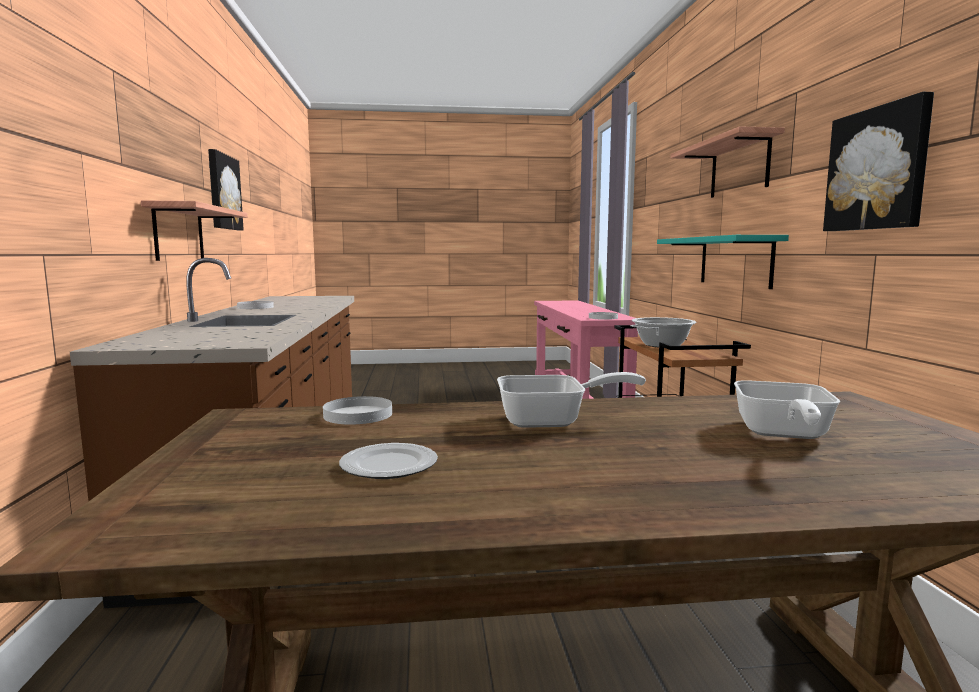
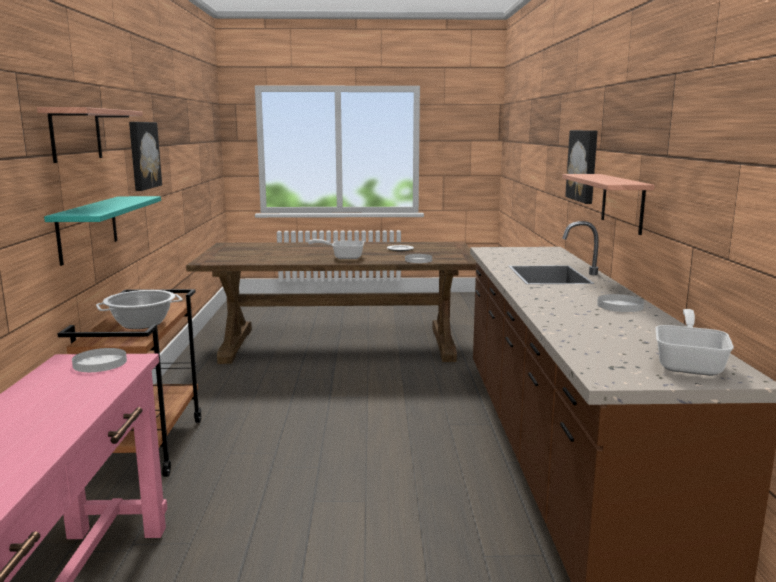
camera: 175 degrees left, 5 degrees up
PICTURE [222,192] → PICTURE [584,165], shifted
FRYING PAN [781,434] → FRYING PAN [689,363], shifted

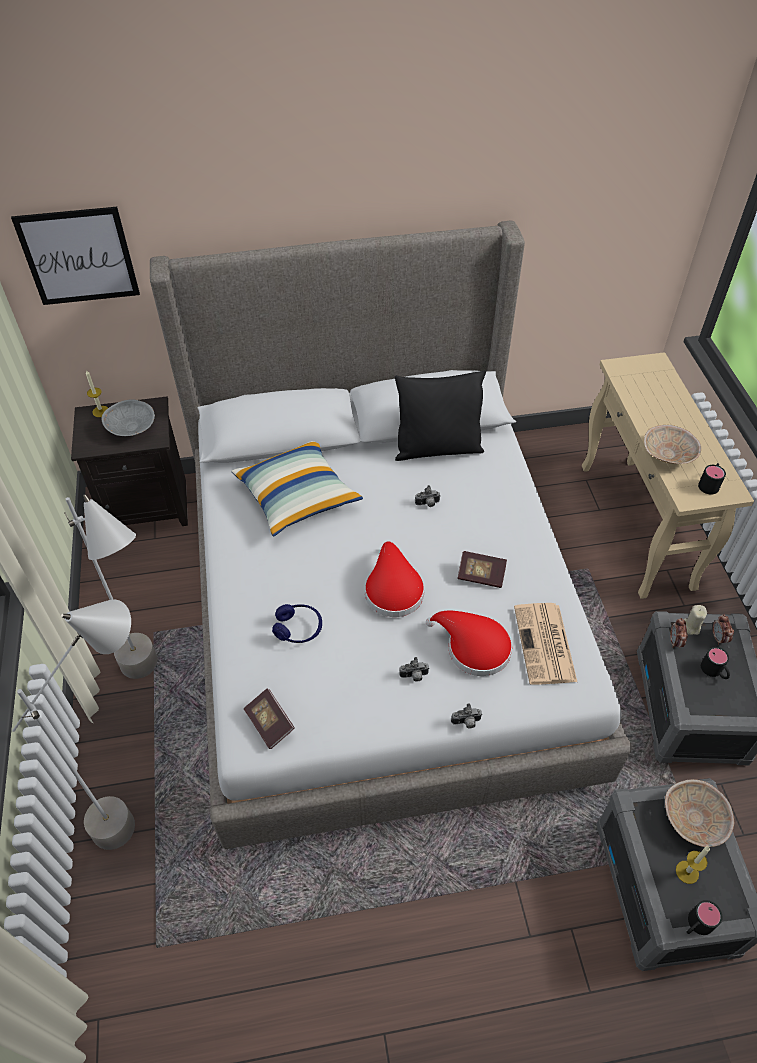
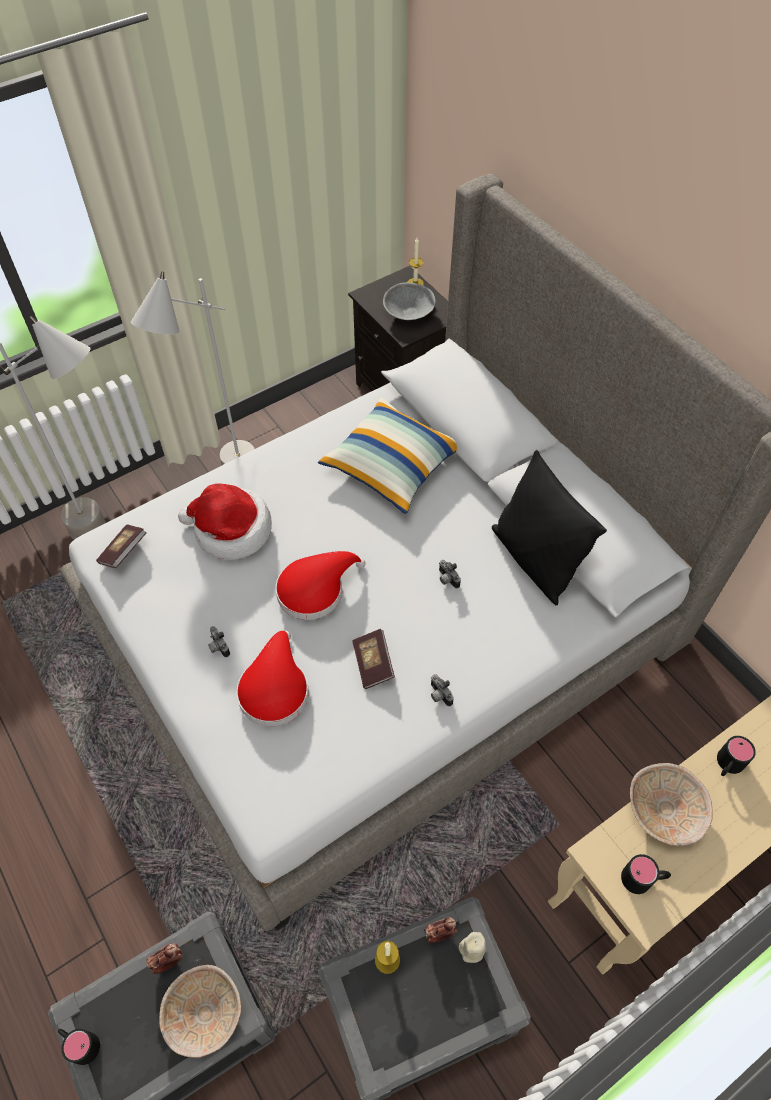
camera: 65 degrees right, 5 degrees up
PICTURE [78,256] → -
NEWSPAPER [545,645] → -
PHOTO CAMERA [466,723] → PHOTO CAMERA [438,695], shifted
CANDLE [687,872] → CANDLE [387,959], shifted
BLACK MUG [714,671] → BLACK MUG [727,765], shifted
ALARM CLOCK [718,638] → ALARM CLOCK [168,962], shifted
BLUE HEADPHONES [298,628] → HAT [230,530]

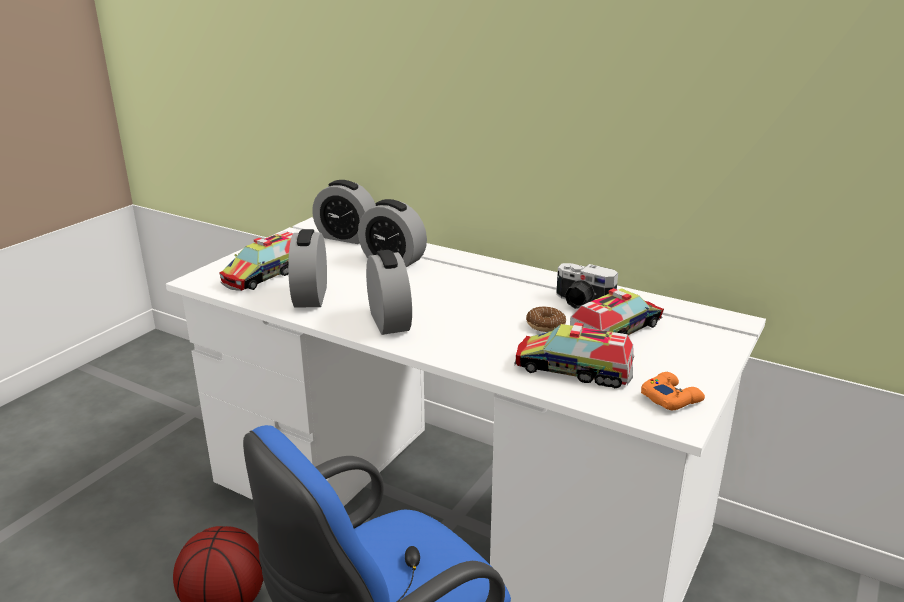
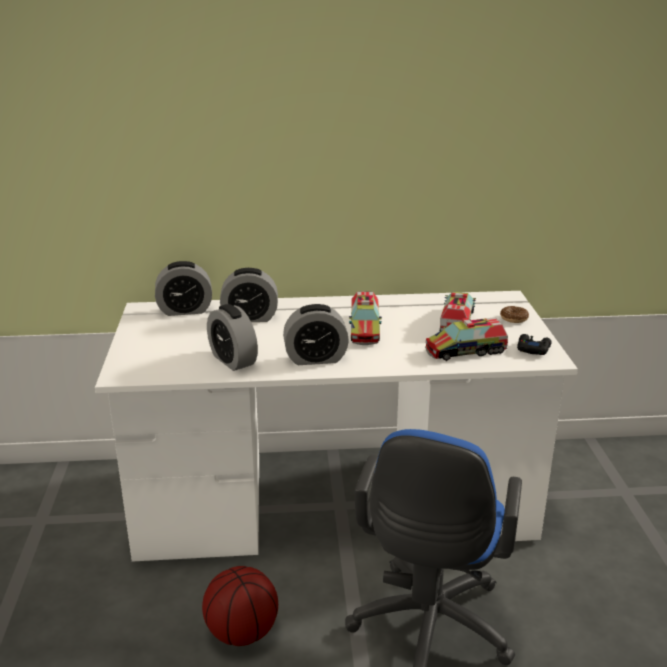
camera: 35 degrees left, 0 degrees up
PHOTO CAMERA [581,303] → -
TOY TRUCK [266,275] → TOY TRUCK [364,329], shifted
DONUT [545,325] → DONUT [514,318], shifted
ORANGE GAME CONTROLLER [671,398] → BLACK GAME CONTROLLER [533,349]
ALARM CLOCK [389,321] → ALARM CLOCK [315,359], 135 degrees clockwise

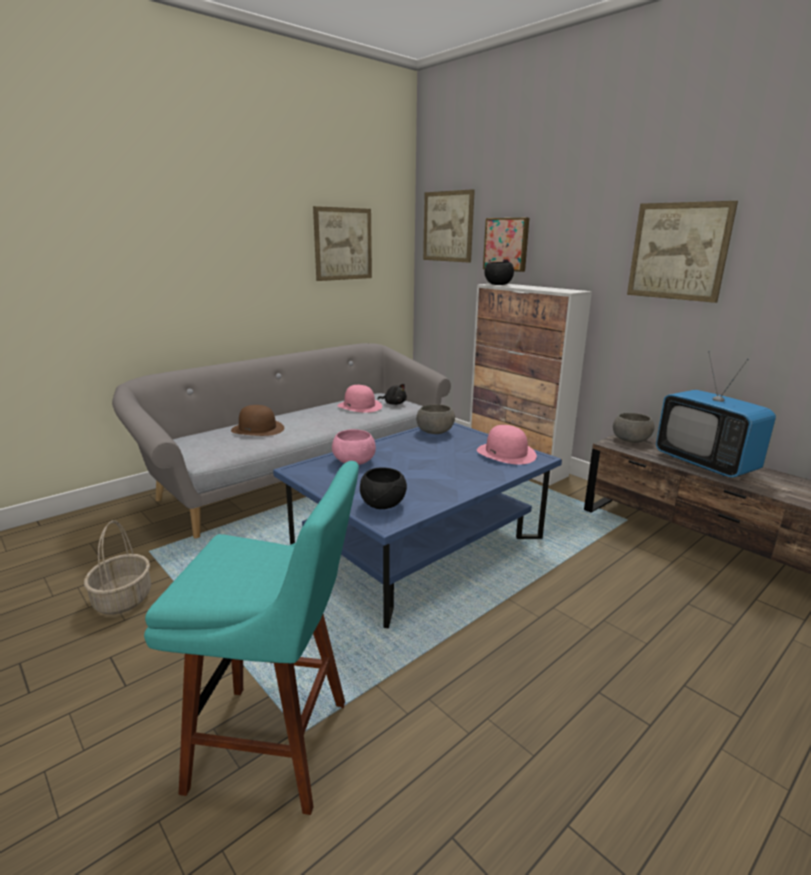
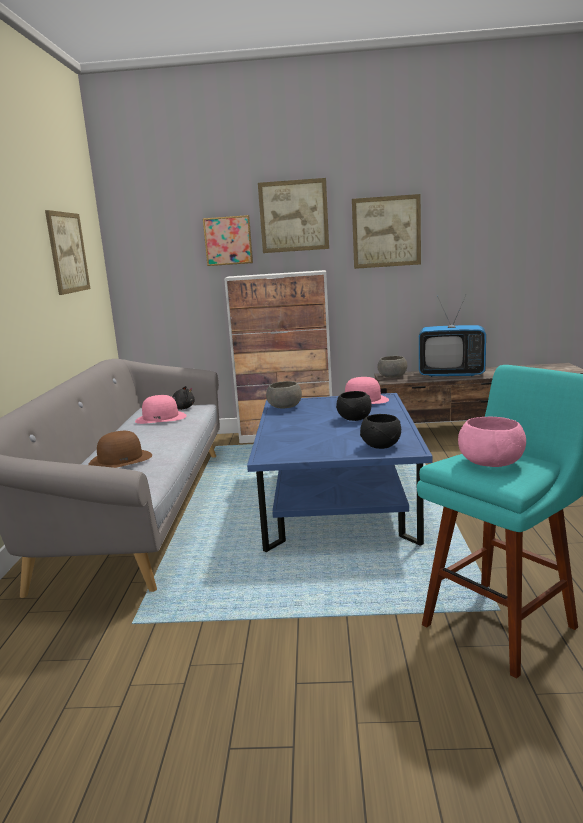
camera: 45 degrees left, 5 degrees down
BASKET [123,599] → -
PINK BOWL [354,461] → PINK BOWL [491,462], shifted
PICTURE [448,226] → PICTURE [293,216], shifted
BLACK BOWL [498,284] → BLACK BOWL [354,418], shifted

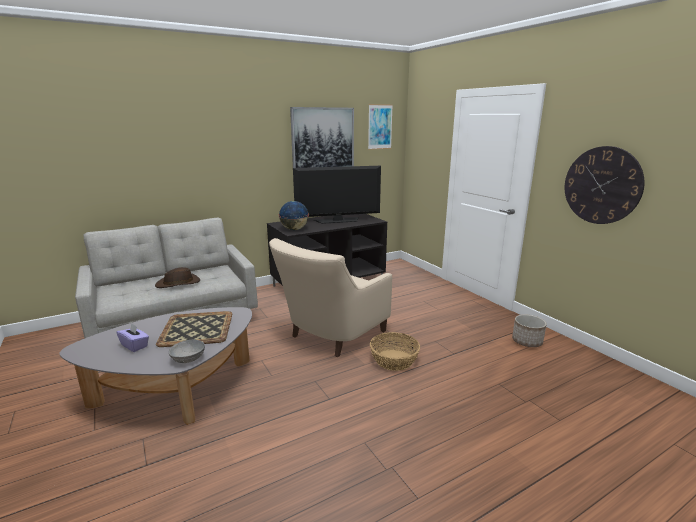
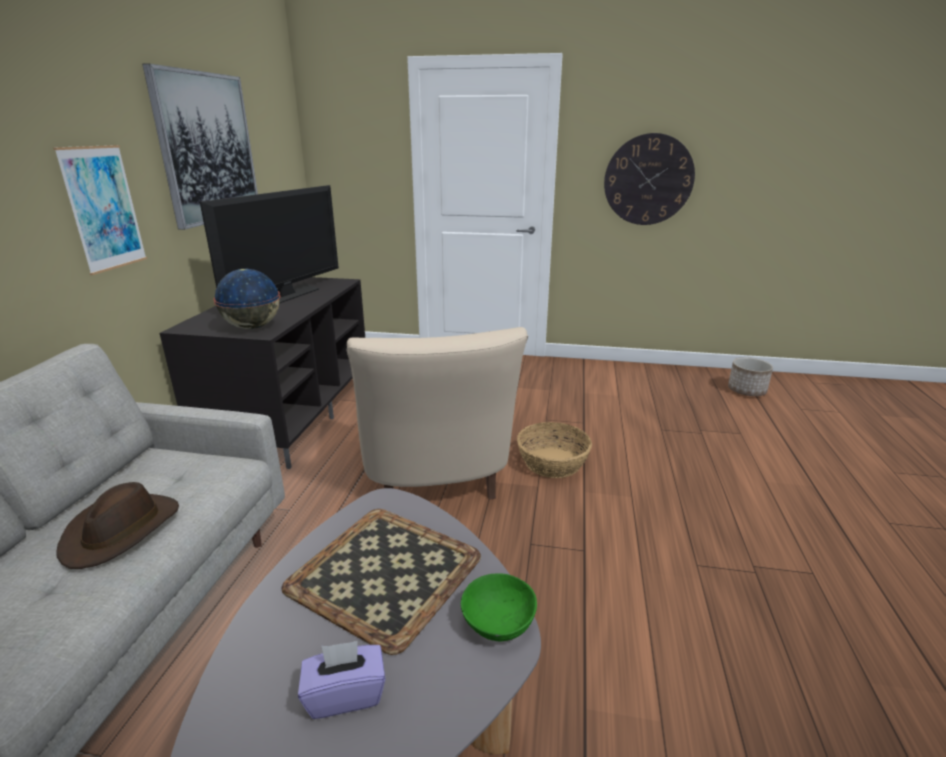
camera: 50 degrees left, 5 degrees up
PICTURE [380,127] → PICTURE [103,208], shifted
PLANTER [527,342] → PLANTER [746,391], shifted
GREY BOWL [189,358] → GREEN BOWL [499,621]

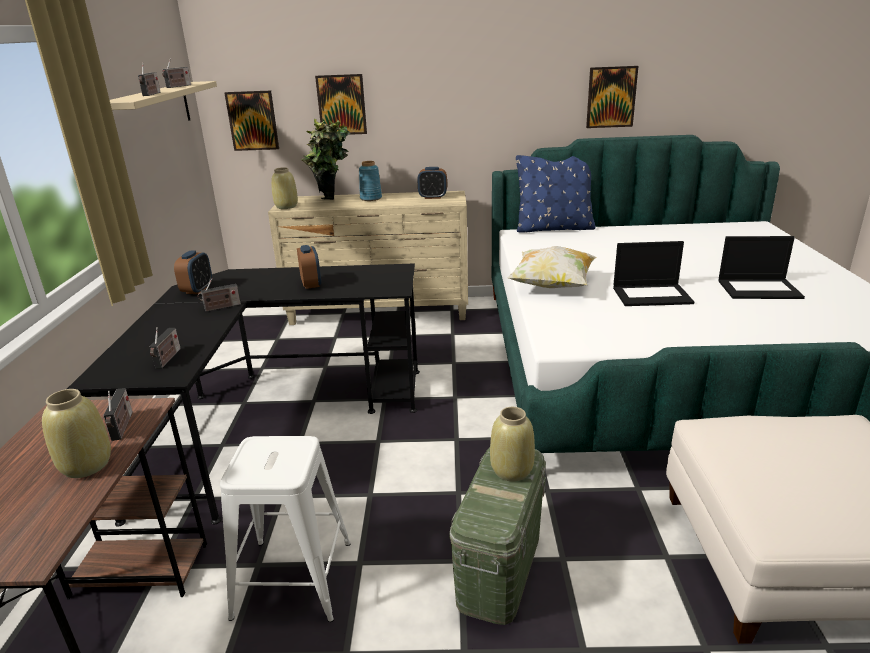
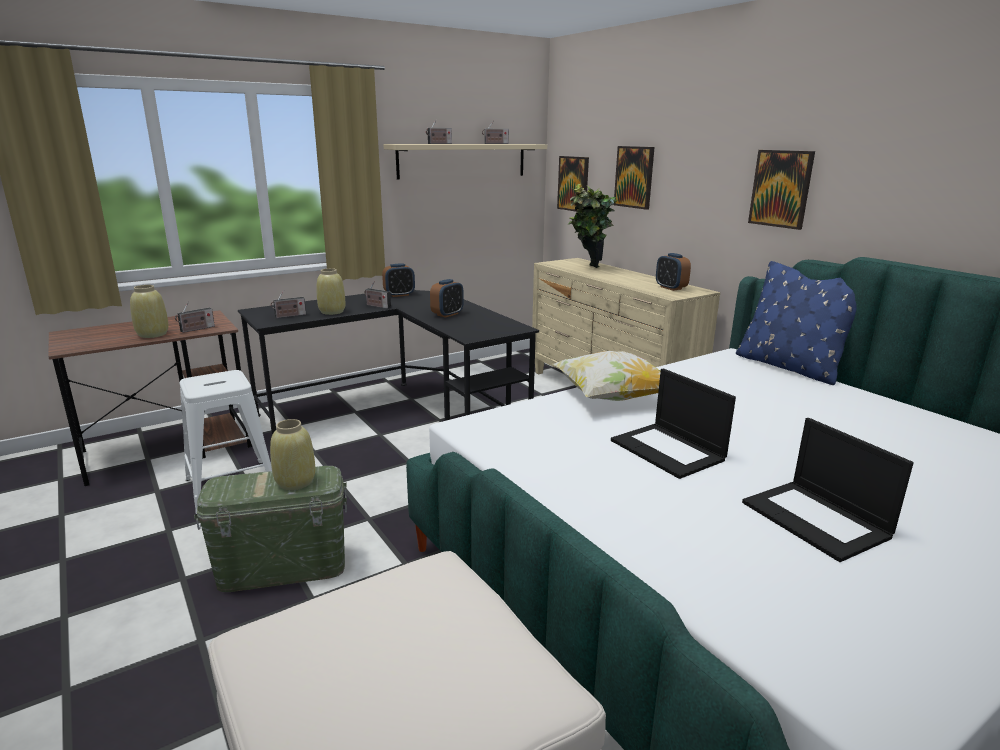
camera: 55 degrees right, 5 degrees down
BLUE VASE [371,198] → -
BEIGE VASE [286,206] → BEIGE VASE [332,311], shifted
PICTURE [611,97] → PICTURE [781,189], shifted

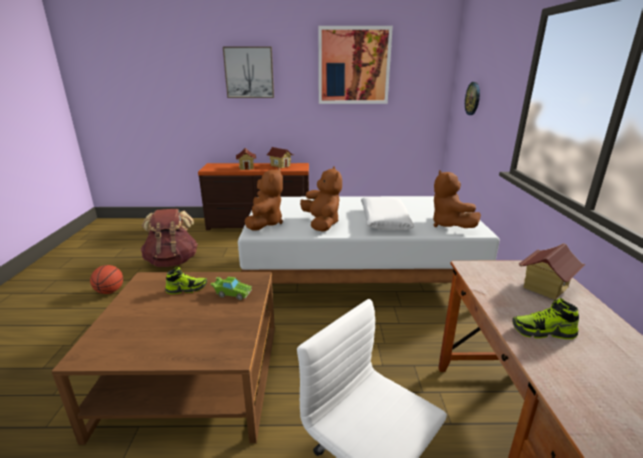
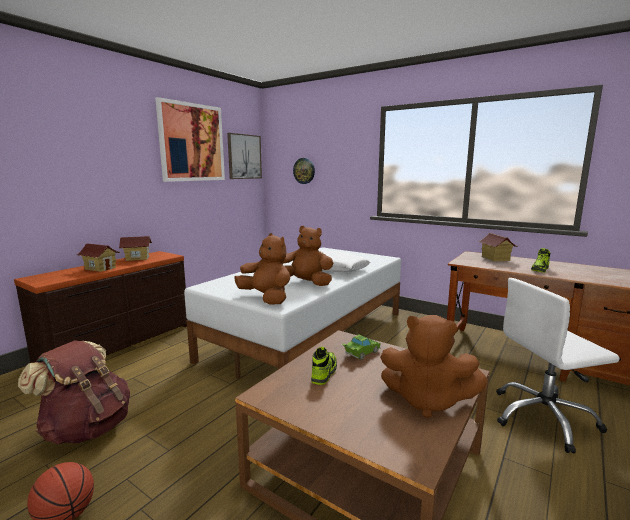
camera: 55 degrees left, 10 degrees down
PICTURE [249,72] → PICTURE [244,156], shifted
BROWN PLUSH TOY [449,225] → BROWN PLUSH TOY [427,400], shifted

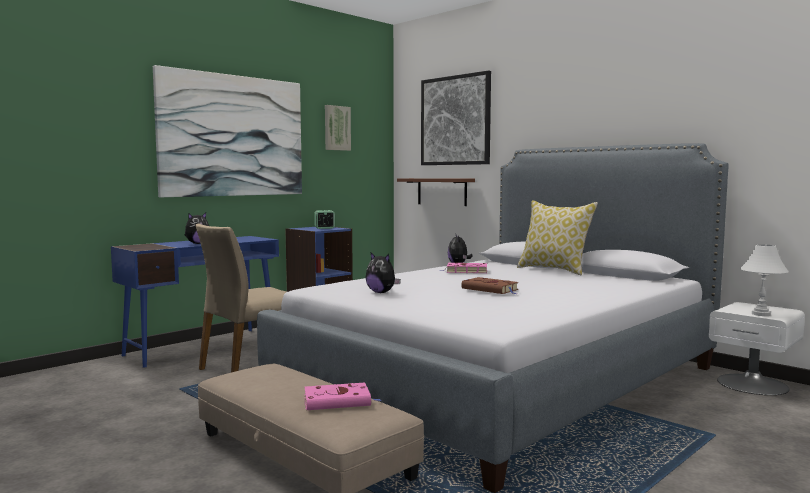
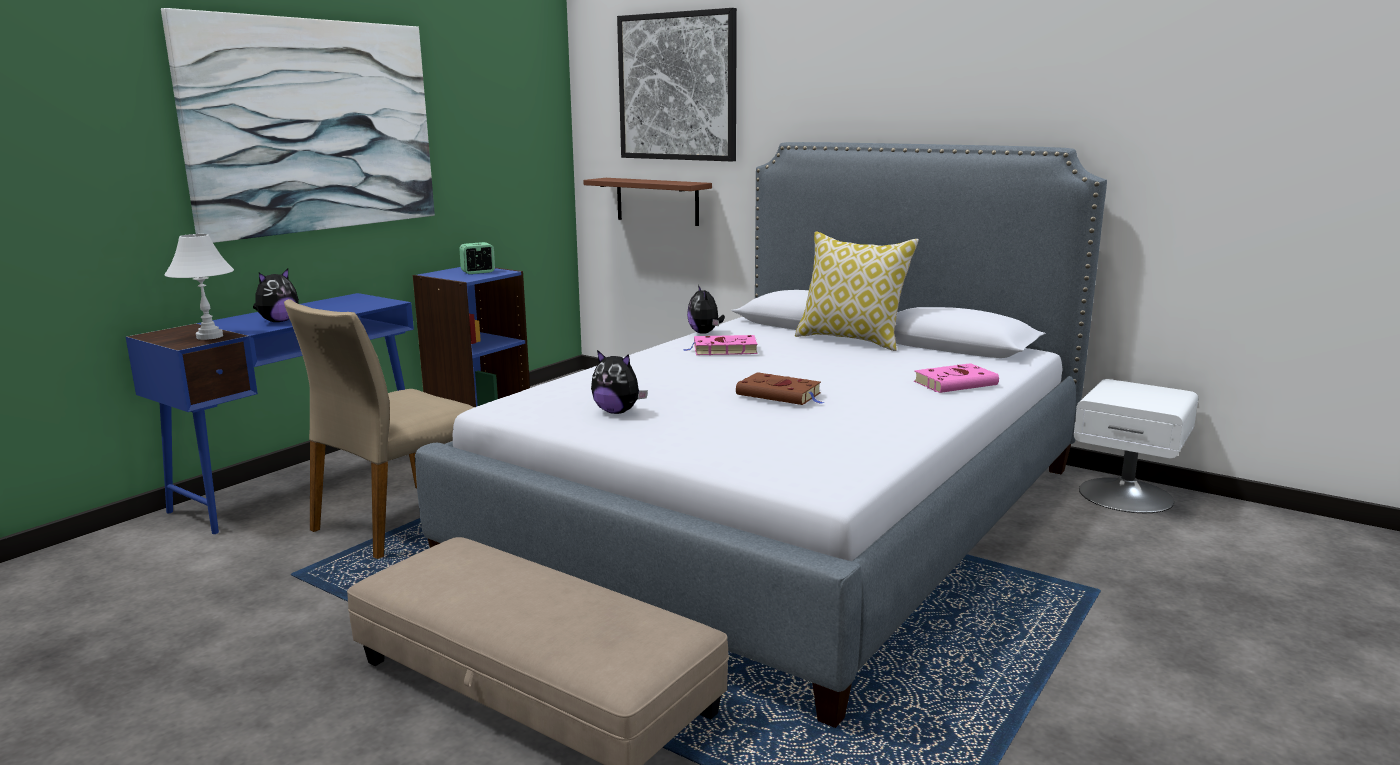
camera: 10 degrees left, 10 degrees up
PICTURE [336,128] → -
PINK BOOK [339,401] → PINK BOOK [957,383], shifted
WHITE TABLE LAMP [761,314] → WHITE TABLE LAMP [210,336], shifted

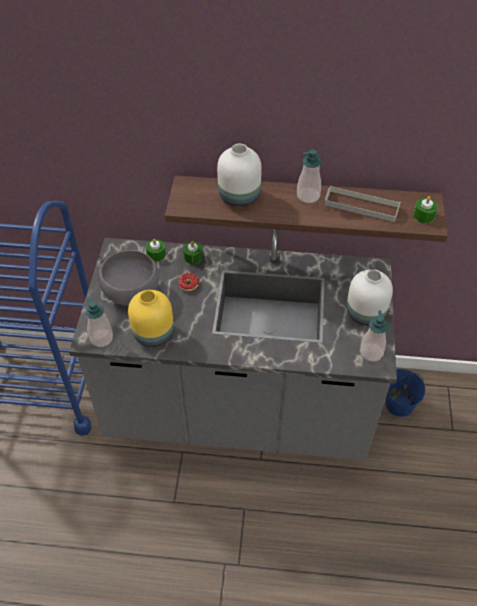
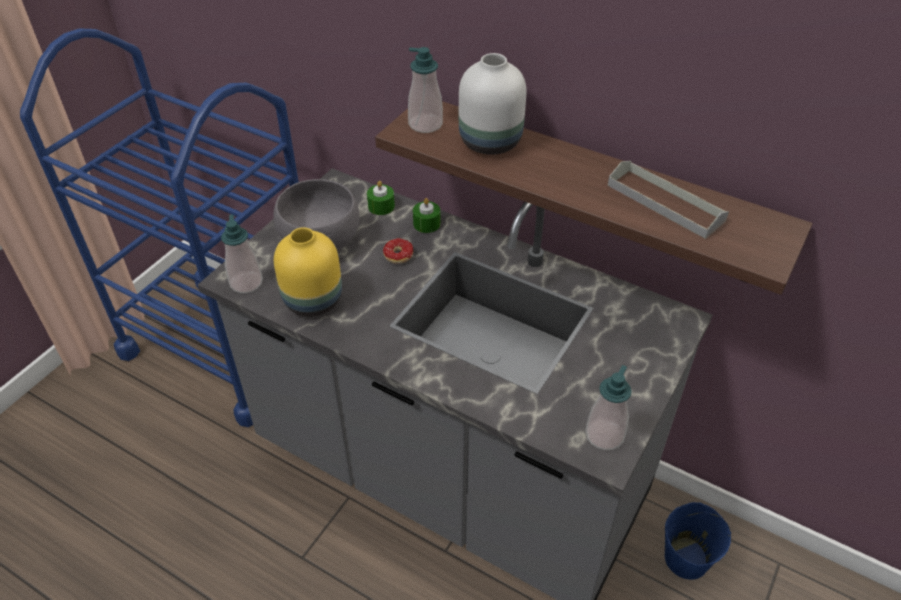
camera: 25 degrees right, 5 degrees down
WHITE VASE [364,313] → -
GREEN CANDLE [423,215] → -
SOAP DISPENSER [308,196] → SOAP DISPENSER [425,124], shifted

